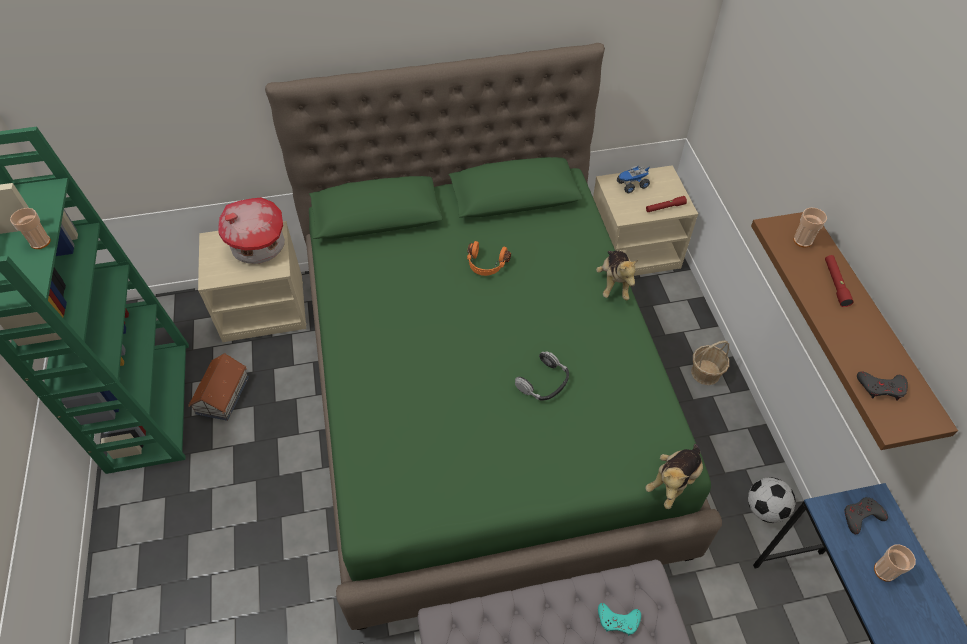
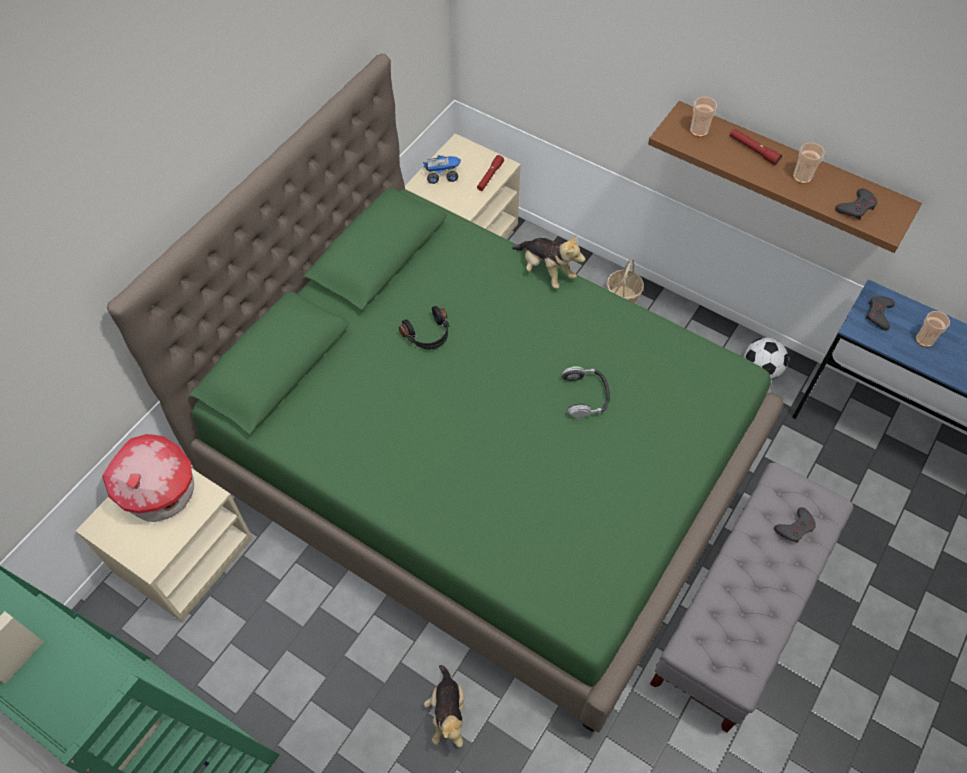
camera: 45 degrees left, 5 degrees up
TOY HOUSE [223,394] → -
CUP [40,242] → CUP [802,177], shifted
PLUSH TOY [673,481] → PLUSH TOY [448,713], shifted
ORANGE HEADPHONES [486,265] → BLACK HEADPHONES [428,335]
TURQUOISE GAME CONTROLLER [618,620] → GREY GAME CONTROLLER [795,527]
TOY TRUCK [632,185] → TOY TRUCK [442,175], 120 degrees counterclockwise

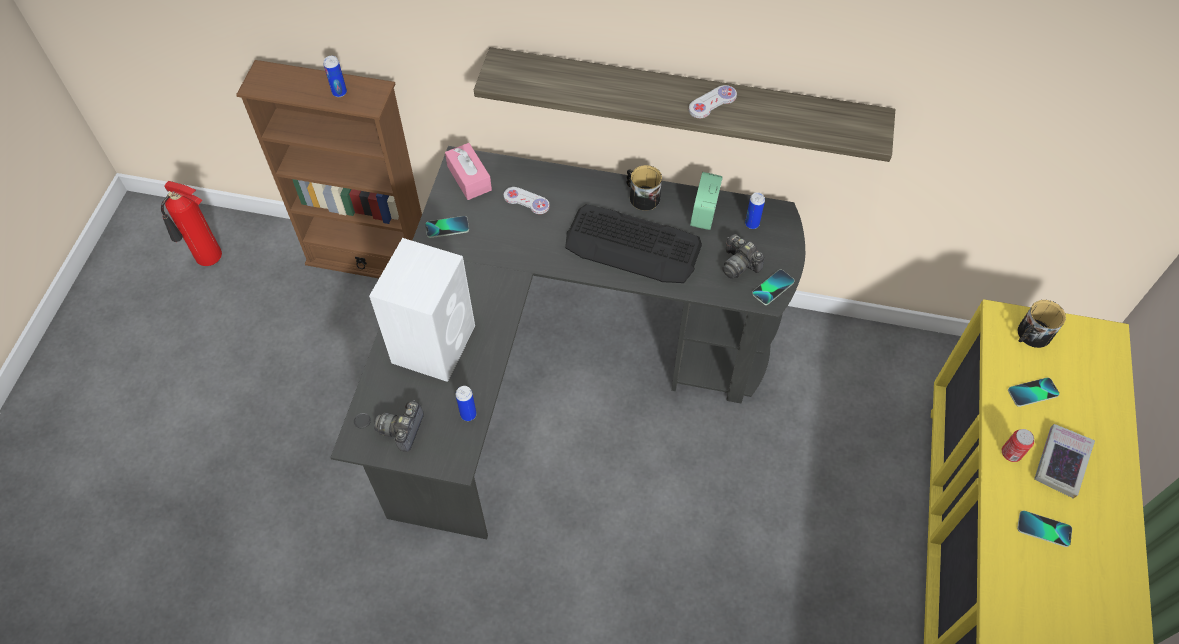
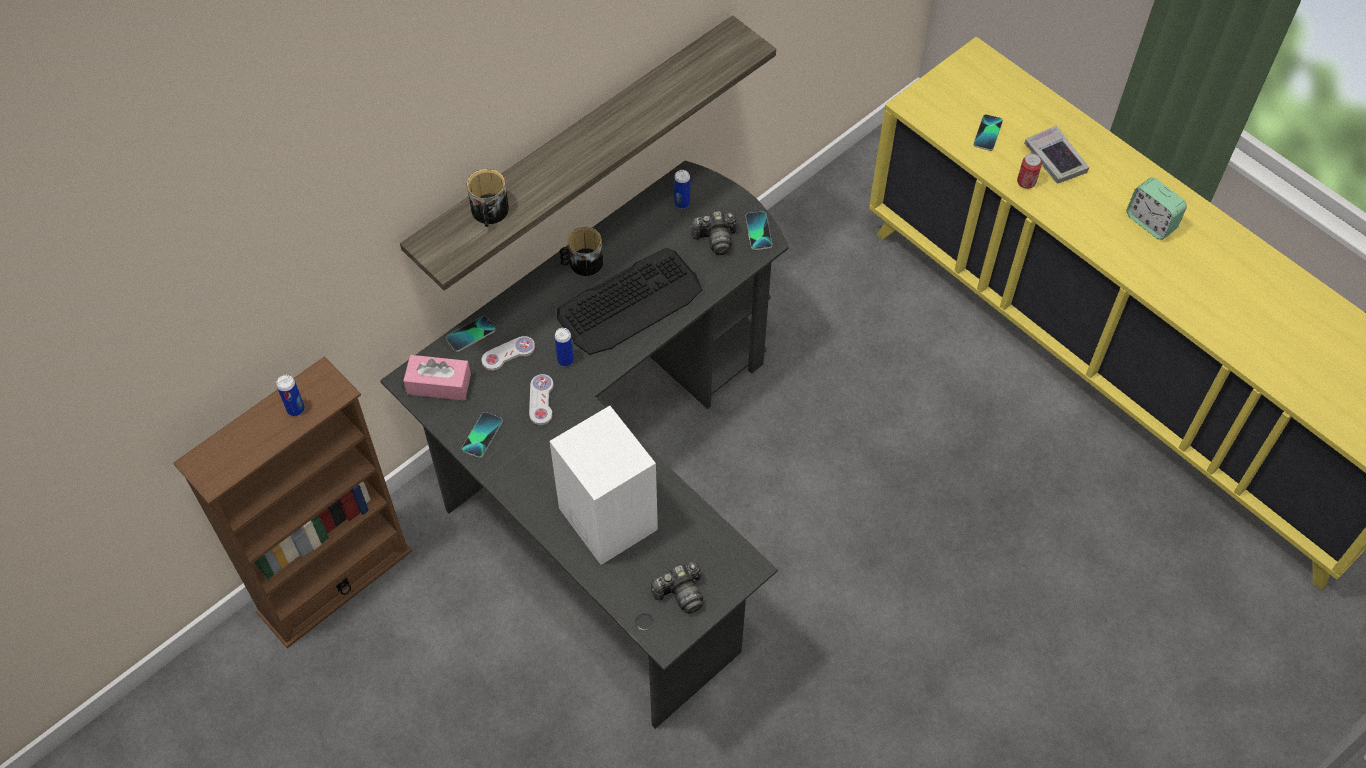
camera: 55 degrees left, 0 degrees up
FIRE EXTINGUISHER [208,258] → -
CAN [468,414] → CAN [565,360], shifted
WHITE GAME CONTROLLER [712,103] → WHITE GAME CONTROLLER [541,400], shifted
ALARM CLOCK [704,214] → ALARM CLOCK [1150,222], shifted
MUG [1031,335] → MUG [489,213], shifted
PHONE [1044,529] → PHONE [471,334], shifted
PHOTO CAMERA [402,430] → PHOTO CAMERA [680,593], 75 degrees counterclockwise

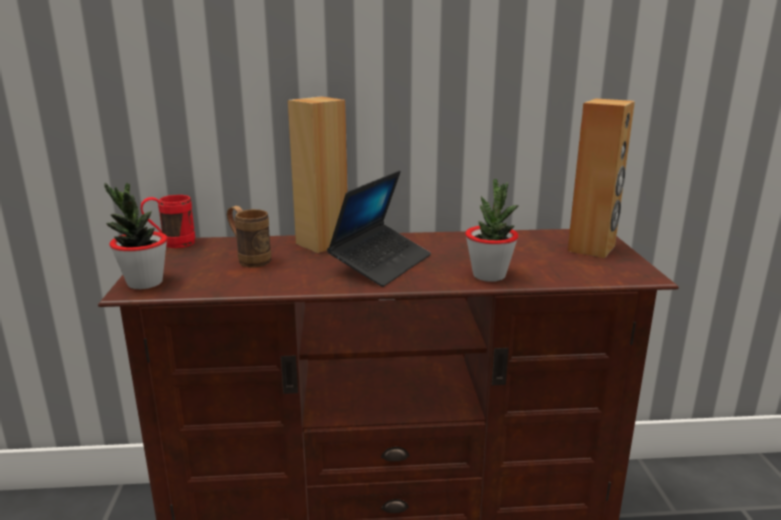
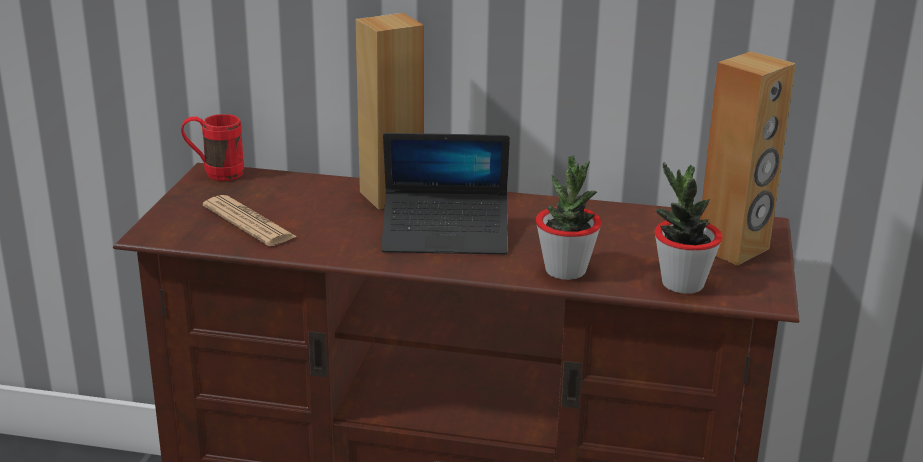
camera: 15 degrees right, 5 degrees up
BROWN MUG [249,259] → -
- → NEWSPAPER [249,222]
POTTED PLANT [144,283] → POTTED PLANT [682,284], shifted
LAPTOP [381,264] → LAPTOP [445,235], 45 degrees clockwise

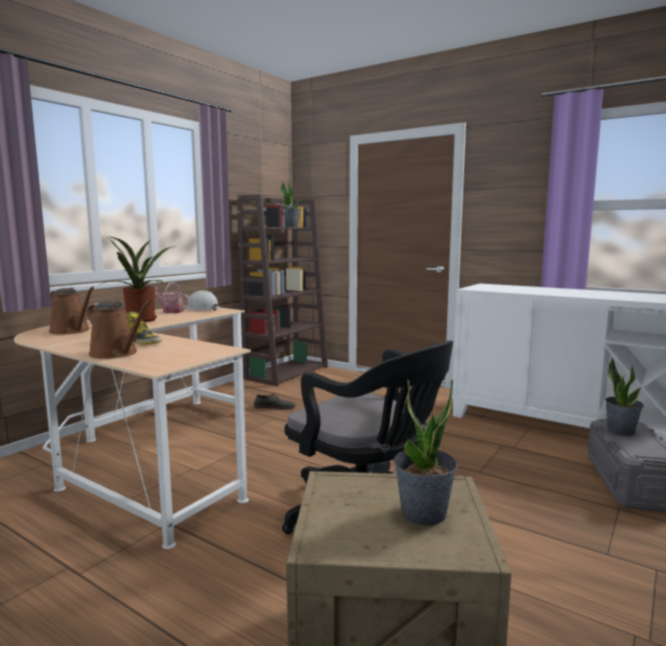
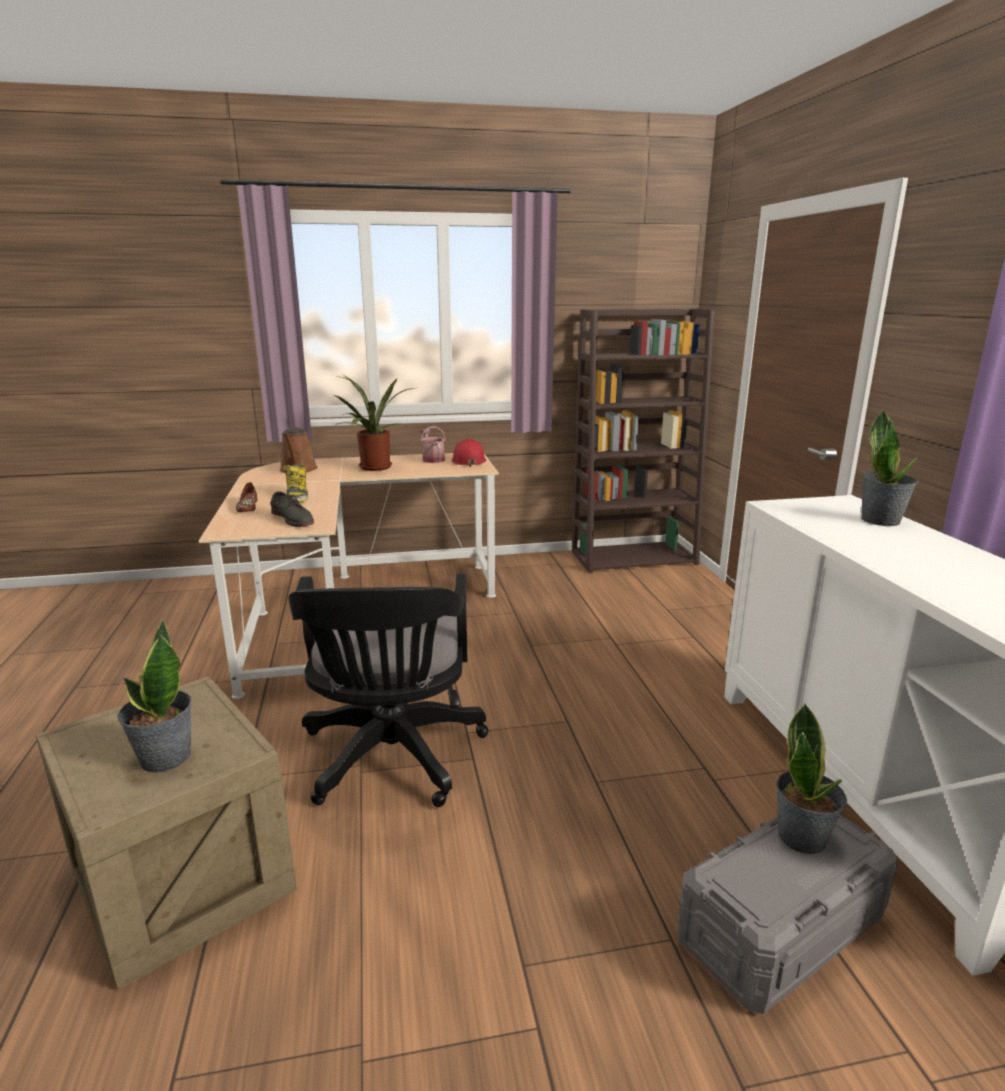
camera: 45 degrees right, 10 degrees up
GREY SHOE [274,407] → GREY SHOE [293,519], shifted
POTTED PLANT [291,227] → POTTED PLANT [881,520], shifted
BROWN WATERING CAN [116,354] → BROWN SHOE [247,507]
WHITE HARD HAT [201,308] → RED HARD HAT [468,461]

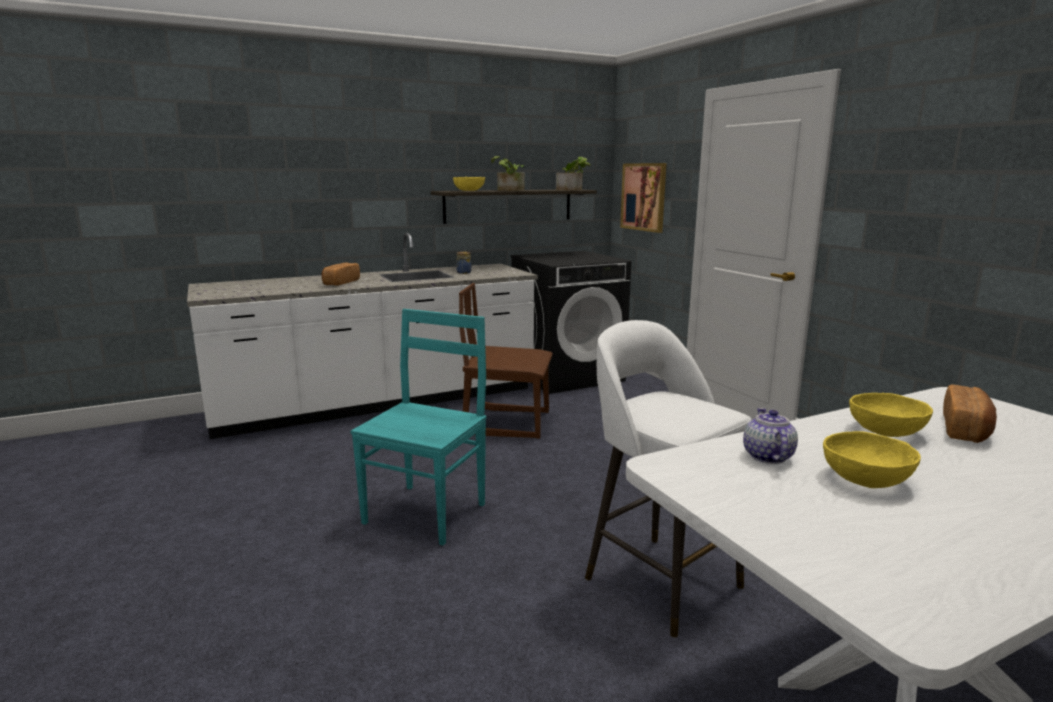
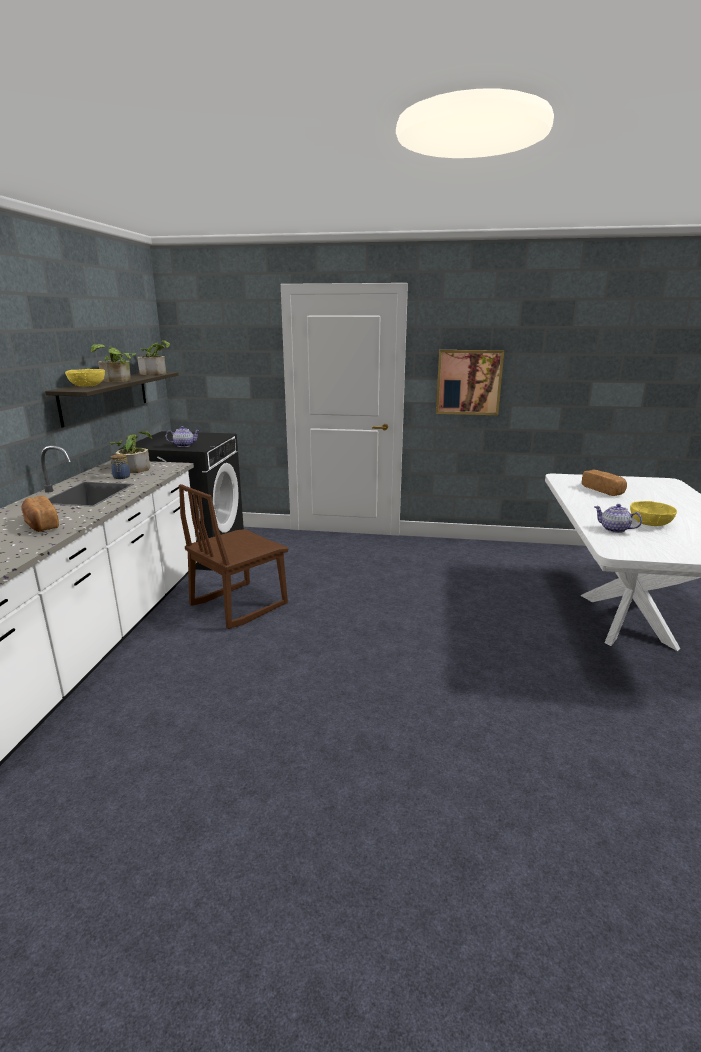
camera: 55 degrees left, 5 degrees up
TURQUOISE CHAIR [427,512] → -
WHITE STOOL [659,580] → -
YELLOW BOWL [886,431] → -
- → POTTED PLANT [135,468]
- → TEAPOT [184,445]
PICTURE [644,197] → PICTURE [468,382], shifted

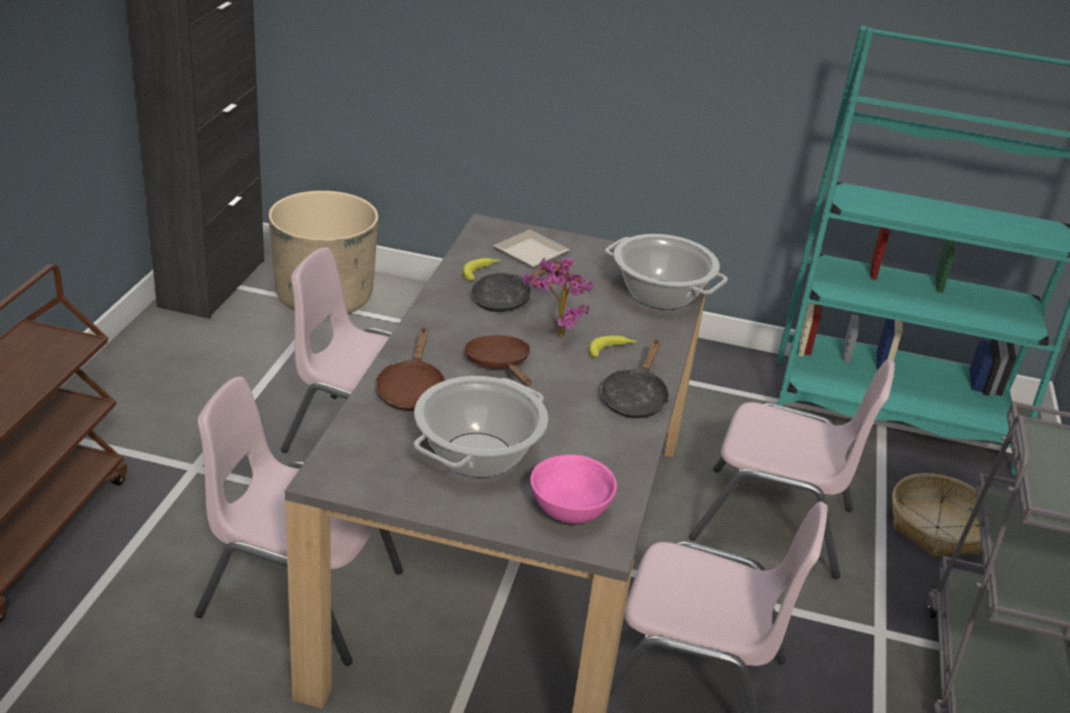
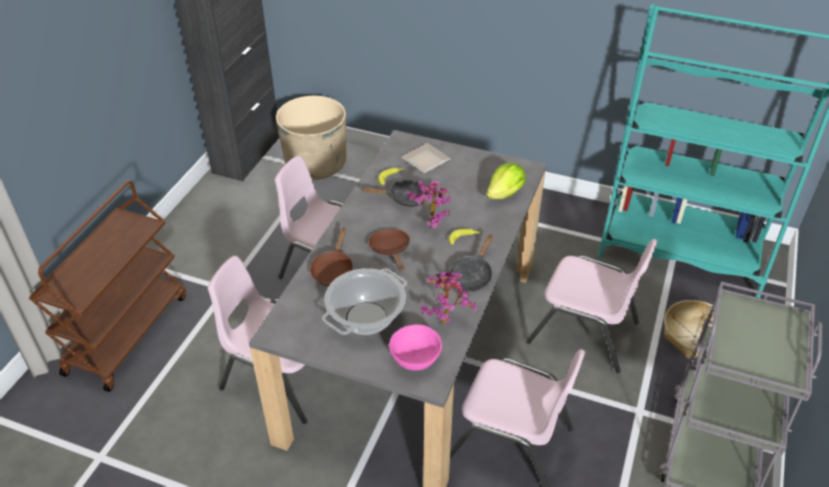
camera: 10 degrees right, 10 degrees up
- → POTTED PLANT [446,320]
COOKING POT [661,295] → LETTUCE [505,194]
BLACK FRYING PAN [506,298] → BLACK FRYING PAN [403,198], 150 degrees counterclockwise

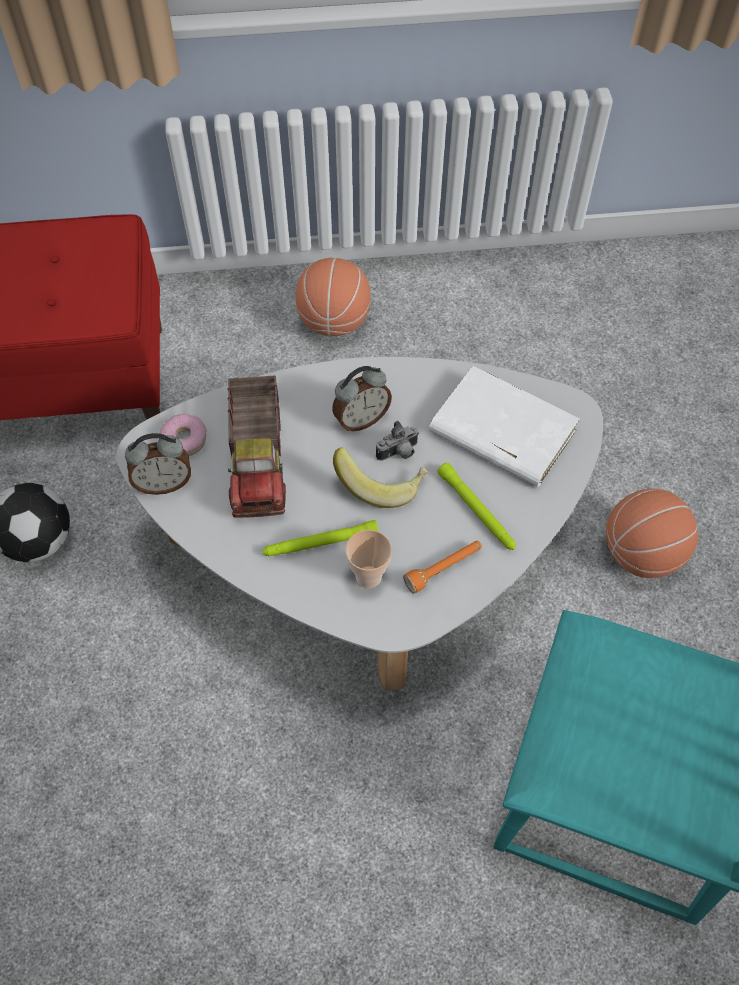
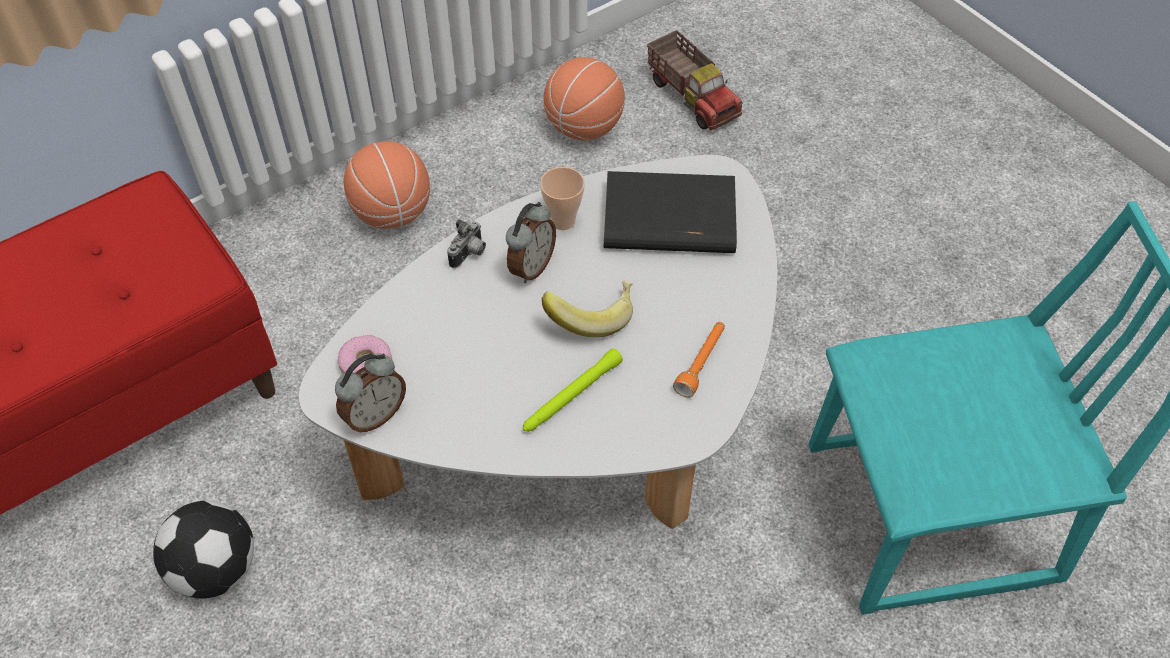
camera: 30 degrees left, 5 degrees down
GREEN FLASHLIGHT [477,511] → -
TOY TRUCK [259,461] → TOY TRUCK [692,97], shifted
CUP [368,577] → CUP [563,221], shifted
PHOTO CAMERA [399,453] → PHOTO CAMERA [469,254], shifted
BASKETBALL [642,553] → BASKETBALL [584,127], shifted
WHITE BOOK [501,431] → BLACK BOOK [667,220]

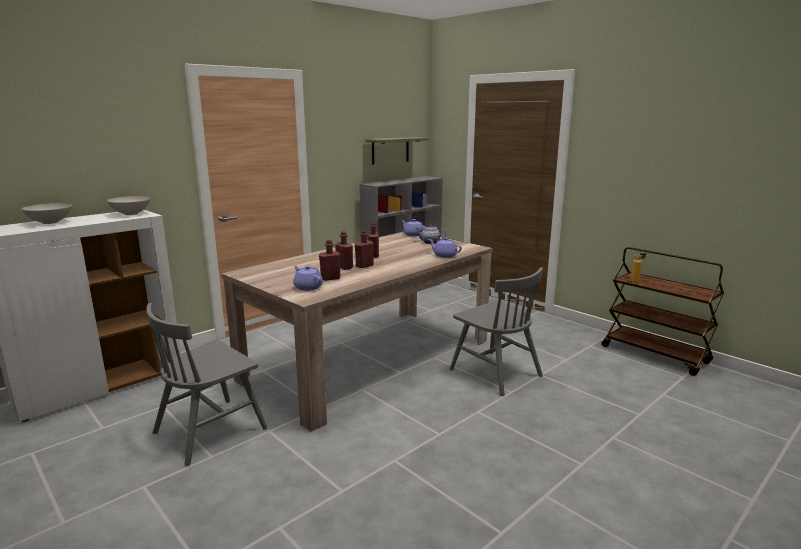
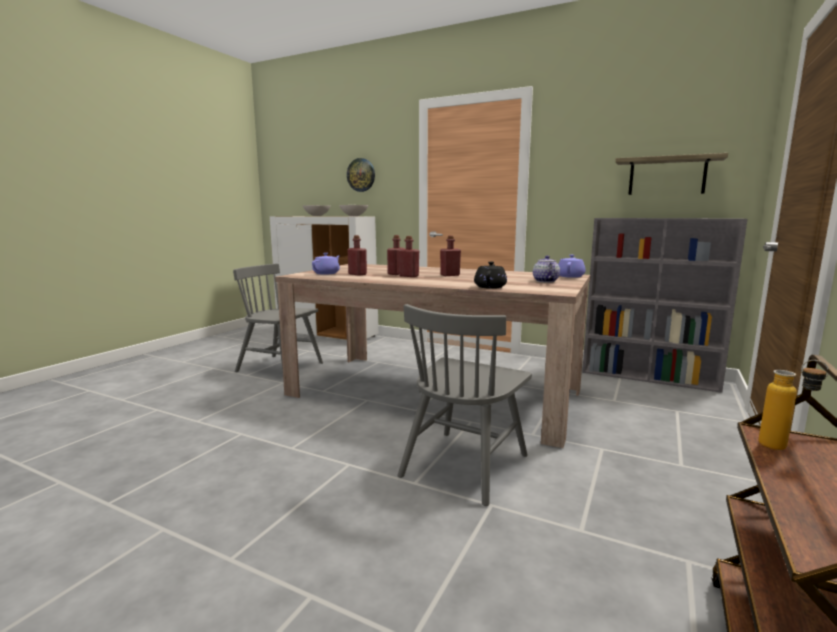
camera: 70 degrees right, 5 degrees down
- → WALL CLOCK [361,175]
PURPLE TEAPOT [444,255] → BLACK TEAPOT [490,287]

